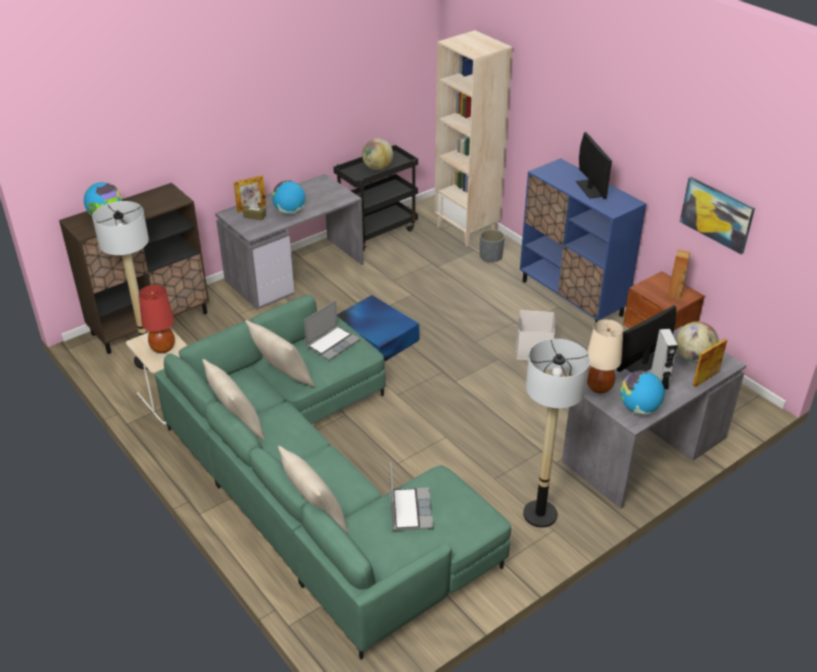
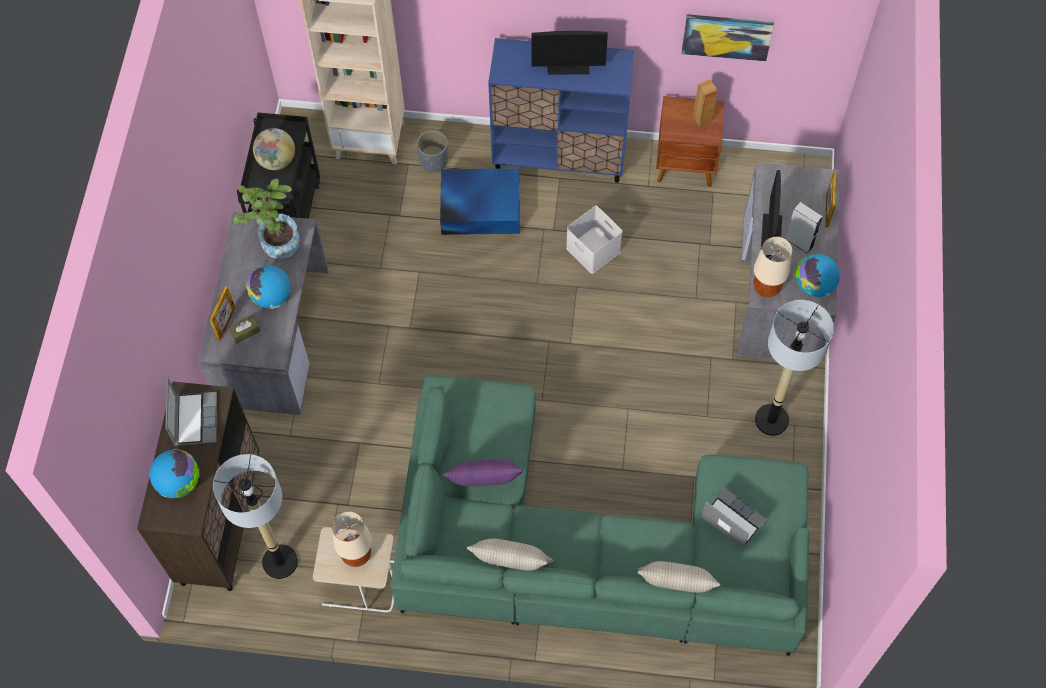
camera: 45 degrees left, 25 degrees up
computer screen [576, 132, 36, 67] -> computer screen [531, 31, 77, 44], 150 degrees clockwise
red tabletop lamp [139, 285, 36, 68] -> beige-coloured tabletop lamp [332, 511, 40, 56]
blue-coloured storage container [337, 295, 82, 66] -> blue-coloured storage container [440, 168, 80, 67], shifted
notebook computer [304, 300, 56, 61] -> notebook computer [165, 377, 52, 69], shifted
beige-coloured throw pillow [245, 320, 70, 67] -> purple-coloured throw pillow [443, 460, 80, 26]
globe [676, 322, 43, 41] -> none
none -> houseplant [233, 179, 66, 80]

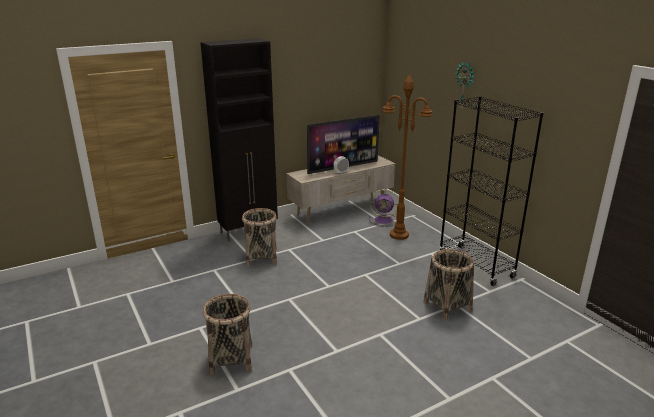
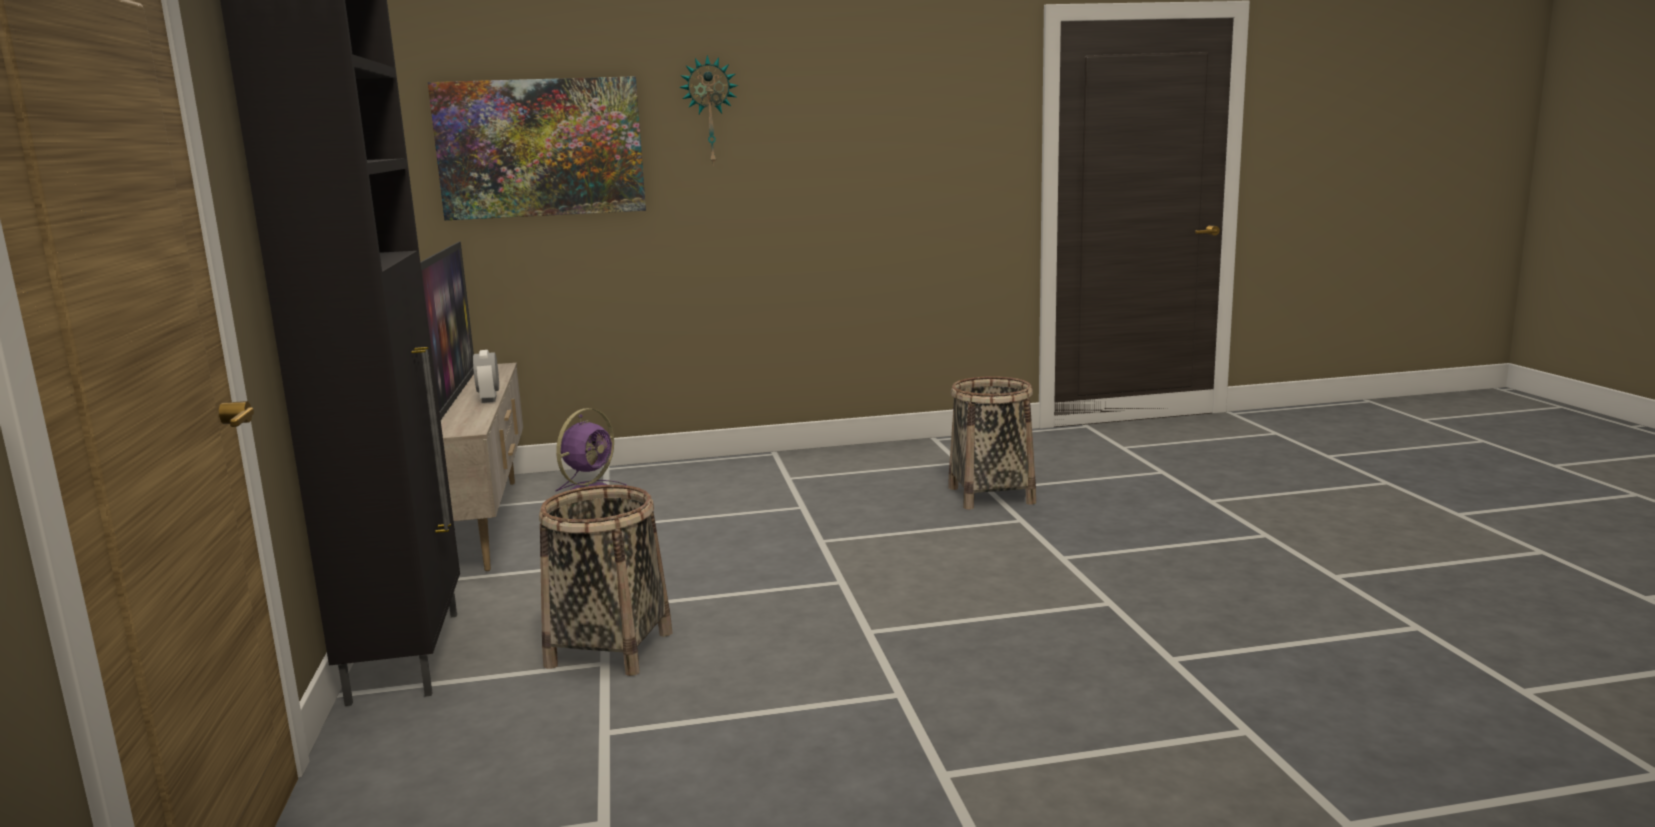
camera: 70 degrees left, 10 degrees down
brown-coloured standing lamp [382, 74, 51, 166] -> none
blackish bookcase [439, 96, 104, 190] -> none
basket [203, 294, 49, 81] -> none
none -> wall picture [428, 76, 218, 144]

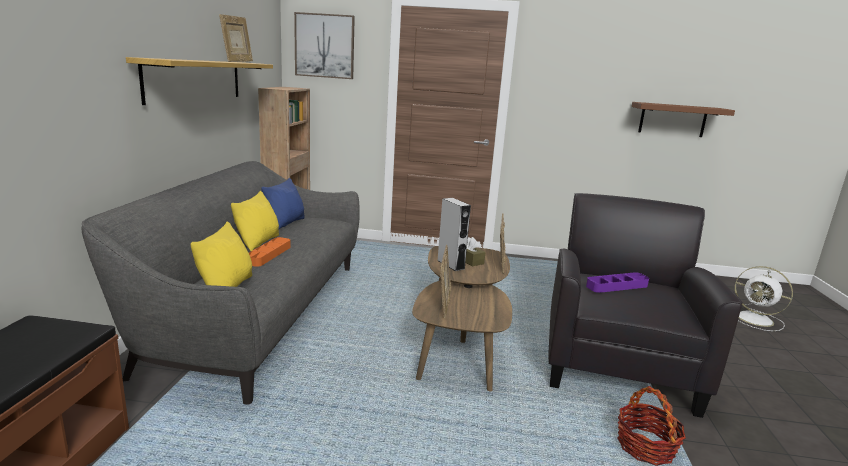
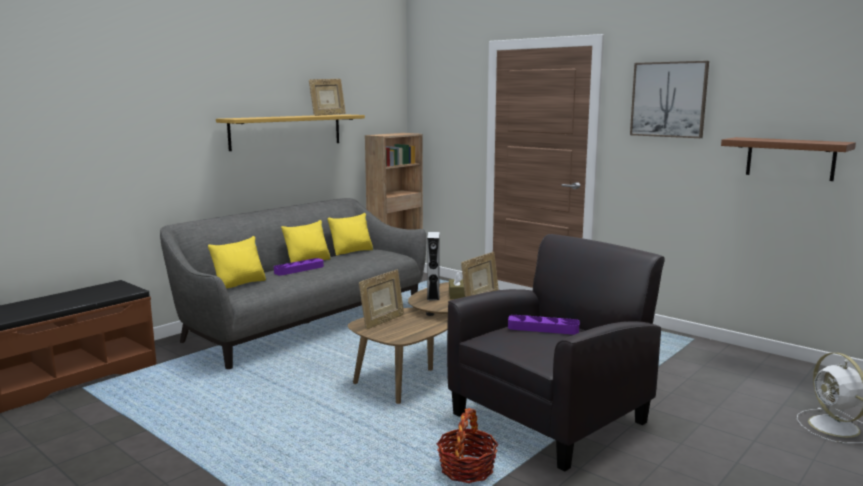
camera: 35 degrees right, 5 degrees down
wall picture [294, 12, 61, 67] -> wall picture [630, 61, 79, 77], shifted
blue-coloured throw pillow [261, 178, 44, 51] -> yellow throw pillow [327, 213, 47, 42]
orangey serving tray [249, 237, 42, 30] -> purple-coloured serving tray [274, 258, 50, 18]

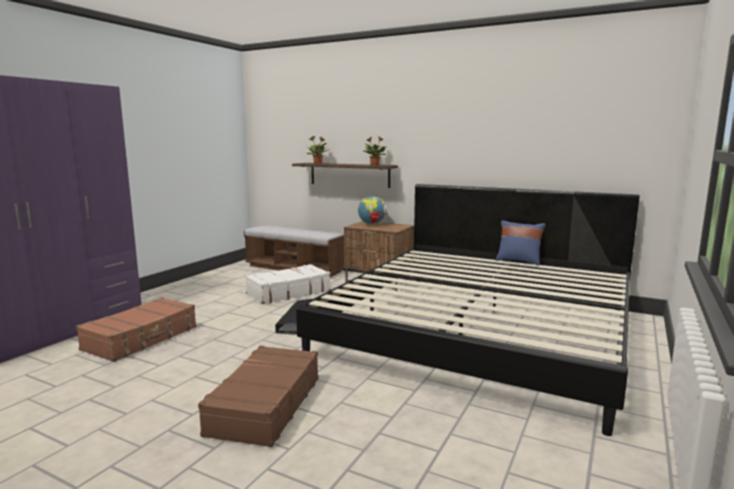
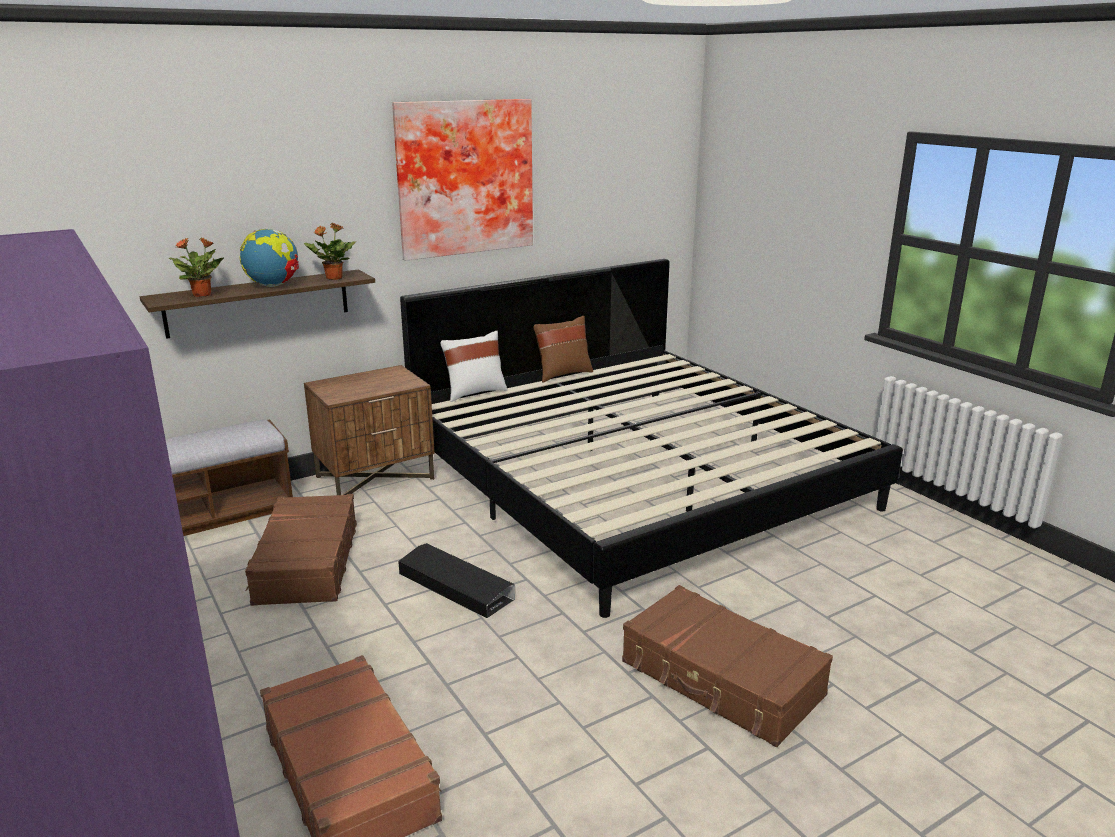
camera: 60 degrees left, 10 degrees up
globe [358, 196, 29, 29] -> globe [239, 229, 60, 58], shifted
blue-coloured throw pillow [495, 220, 51, 46] -> brown-coloured throw pillow [534, 316, 59, 66]
white-coloured travel case [245, 264, 86, 40] -> brown-coloured travel case [245, 494, 112, 112]
none -> wall picture [392, 99, 141, 162]
none -> white-coloured throw pillow [440, 331, 67, 71]

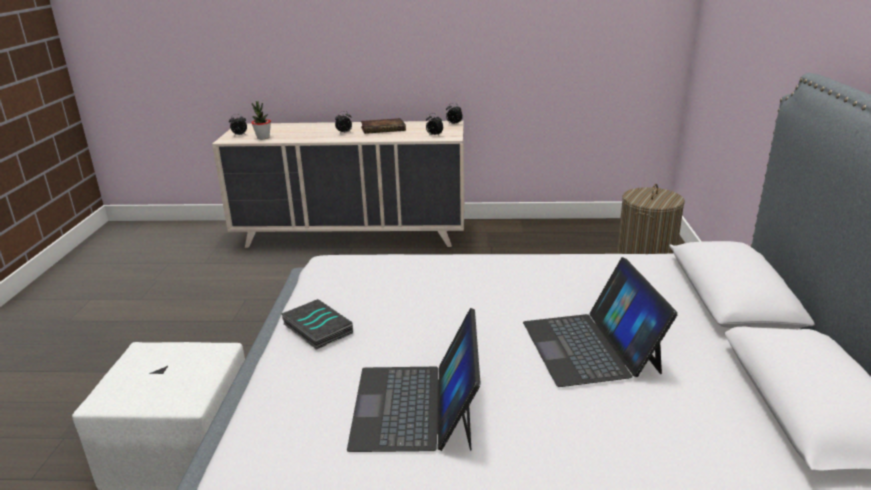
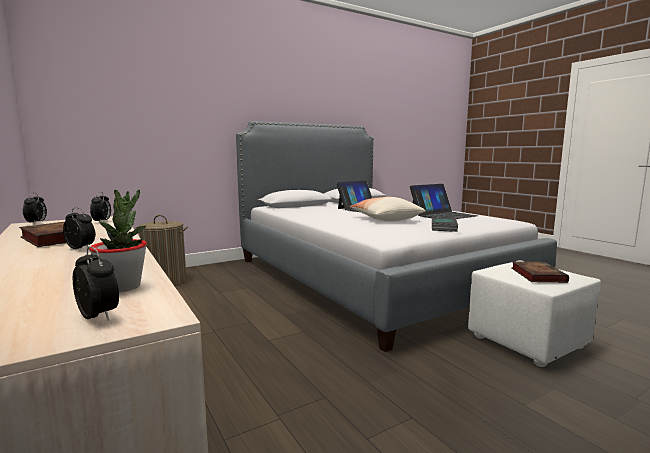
camera: 125 degrees left, 15 degrees down
none -> throw pillow [350, 197, 76, 24]
none -> bound book [512, 261, 57, 22]

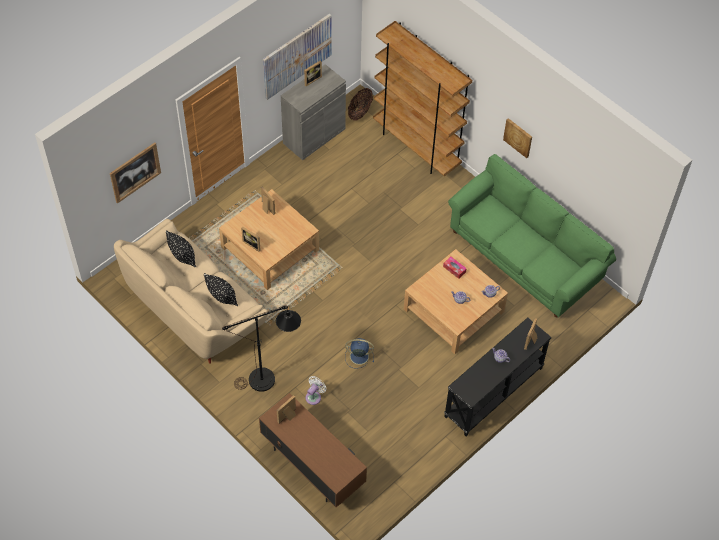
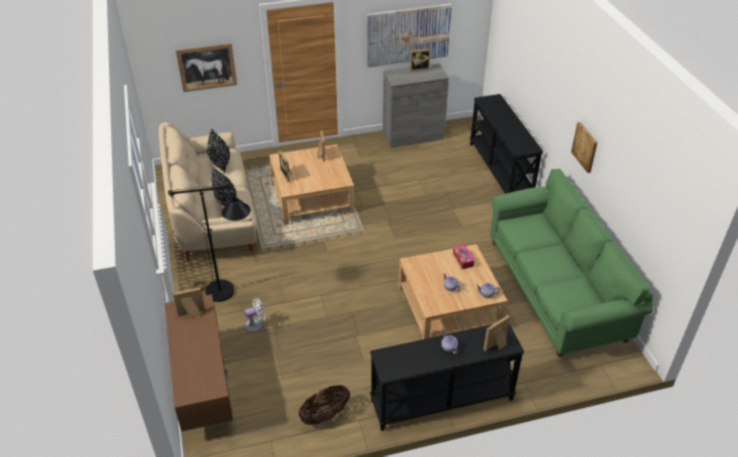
camera: 30 degrees right, 15 degrees down
brown-coloured bookcase [373, 21, 99, 155] -> blackish console table [470, 94, 73, 100]
basket [348, 88, 25, 33] -> basket [299, 385, 51, 40], shifted
blue-coloured electric fan [345, 338, 29, 31] -> none

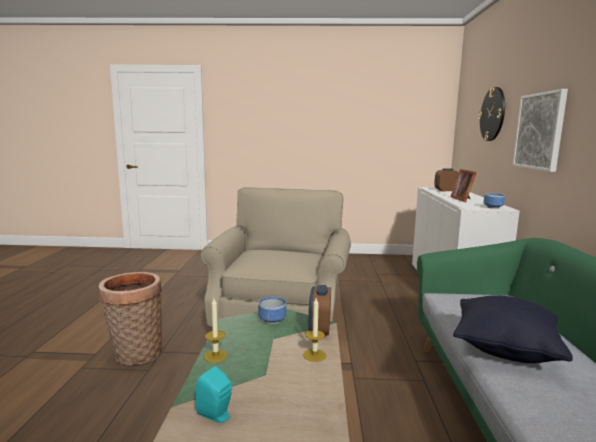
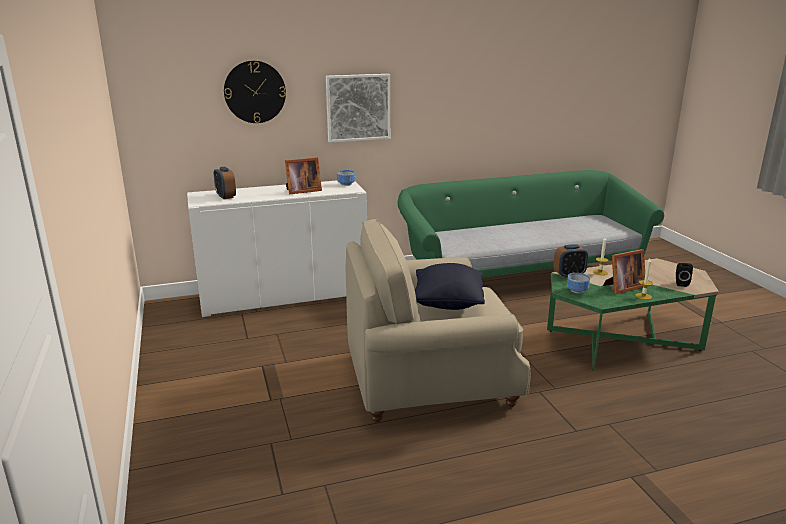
camera: 110 degrees left, 10 degrees up
basket [99, 272, 63, 93] -> none
blackish throw pillow [453, 296, 120, 67] -> blackish throw pillow [415, 263, 70, 47], shifted
turquoise-coloured audio speaker [195, 366, 37, 57] -> blackish audio speaker [676, 263, 17, 24]
none -> photo frame [603, 249, 42, 45]

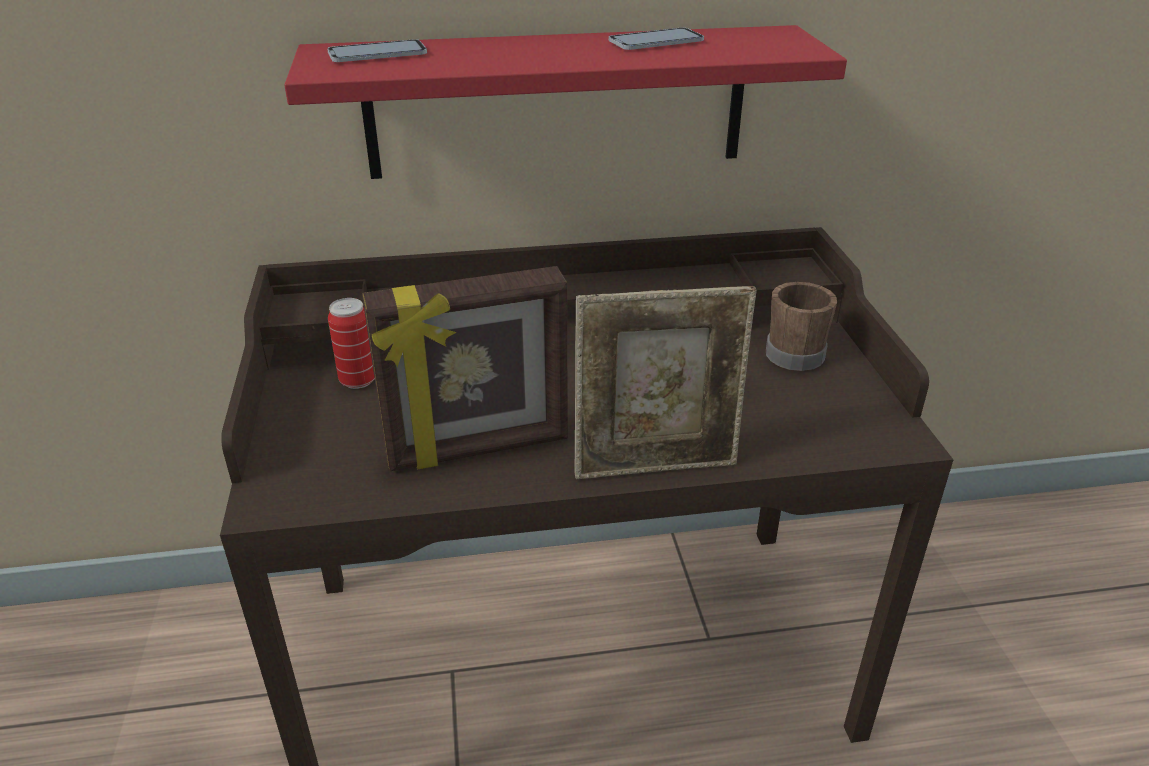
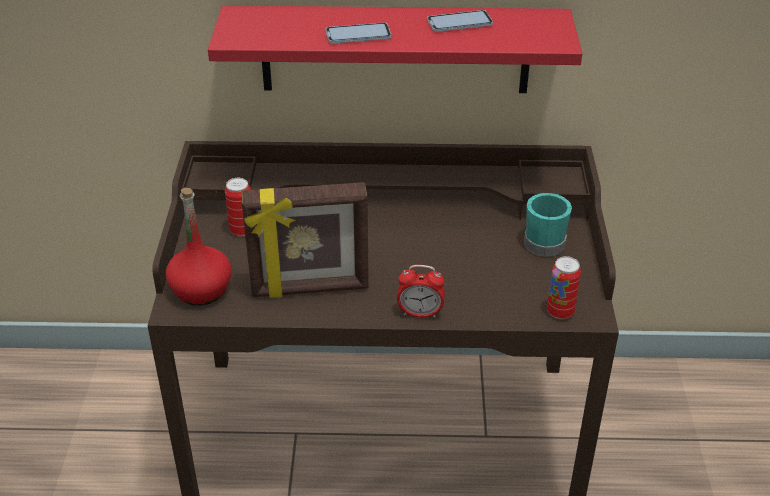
camera: 10 degrees right, 5 degrees up
phone [327, 39, 100, 23] -> phone [326, 22, 65, 21], shifted
brown-coloured tea mug [766, 282, 71, 89] -> turquoise-coloured tea mug [524, 193, 48, 64]
photo frame [575, 286, 182, 193] -> bedside clock [397, 265, 48, 53]
none -> red bottle [166, 188, 66, 118]
none -> can [547, 256, 34, 63]

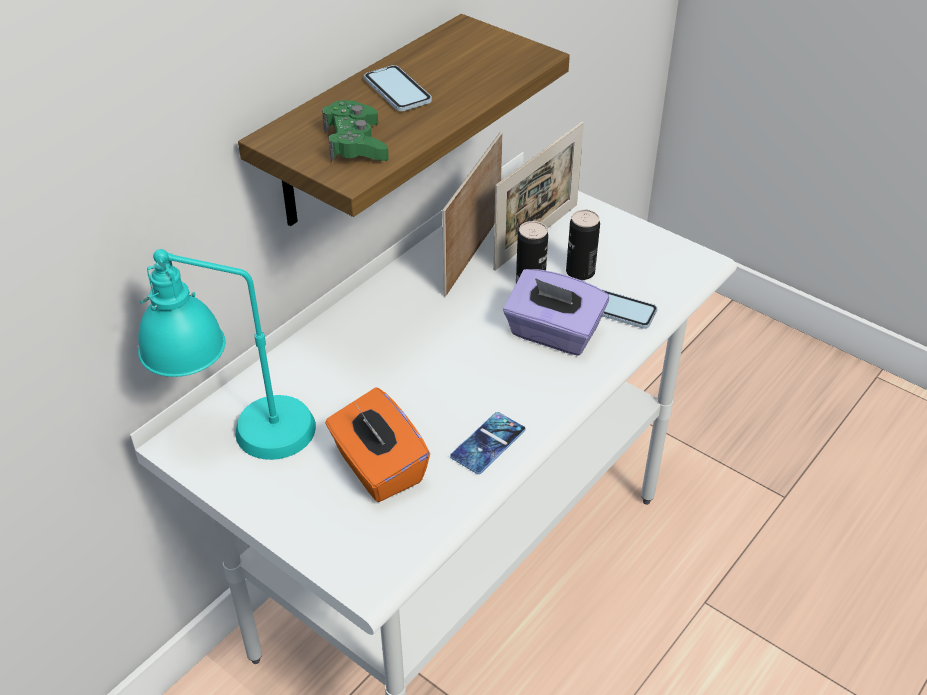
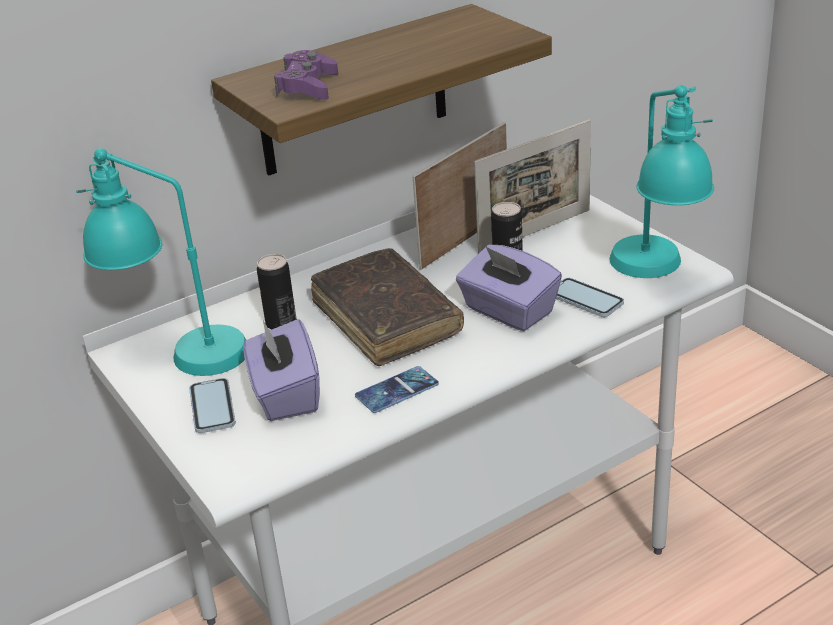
camera: 20 degrees right, 10 degrees down
phone [364, 65, 68, 46] -> phone [189, 378, 47, 55], shifted
greenish gamepad [322, 100, 67, 62] -> purple-coloured gamepad [274, 50, 64, 50]
can [566, 210, 34, 70] -> can [257, 254, 39, 75], shifted
orangey tissue box [325, 388, 105, 114] -> purple-coloured tissue box [243, 319, 77, 102]
none -> turquoise-coloured tabletop lamp [609, 85, 105, 193]
none -> brown-coloured bound book [311, 248, 153, 118]

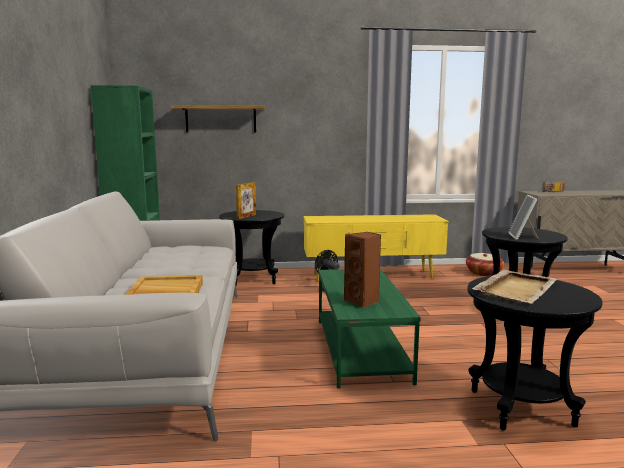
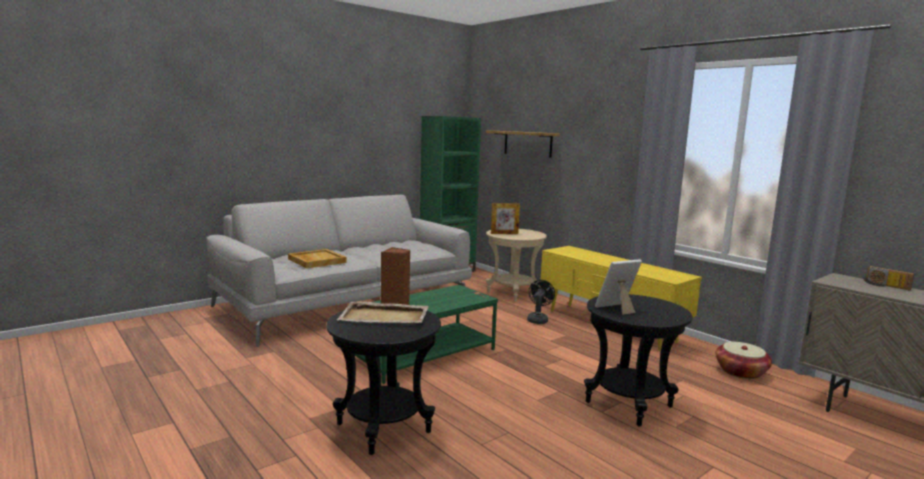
camera: 55 degrees right, 0 degrees up
blackish accent table [219, 210, 66, 76] -> beige-coloured accent table [486, 229, 61, 73]

